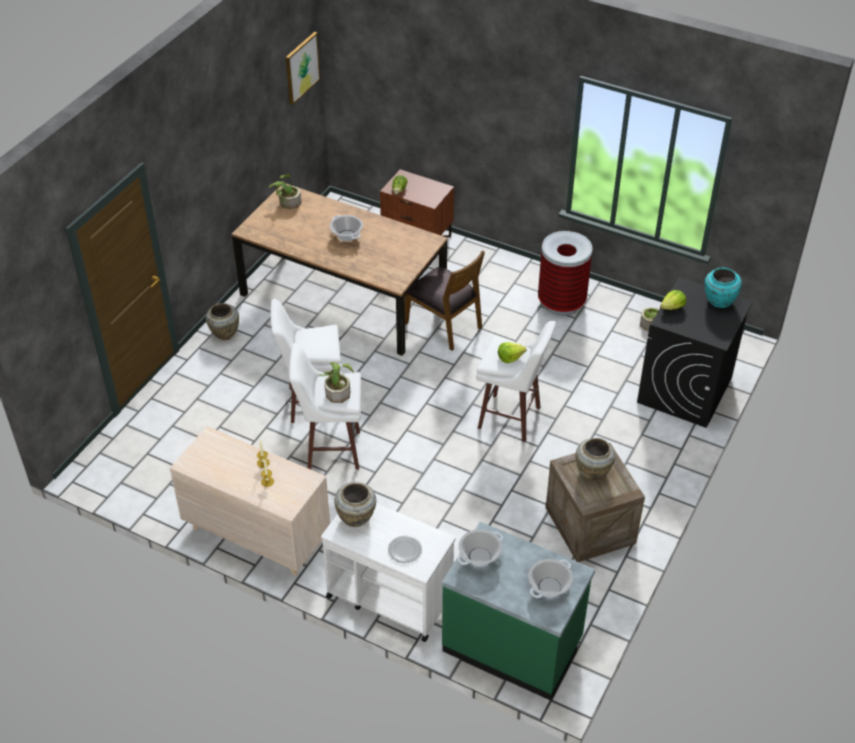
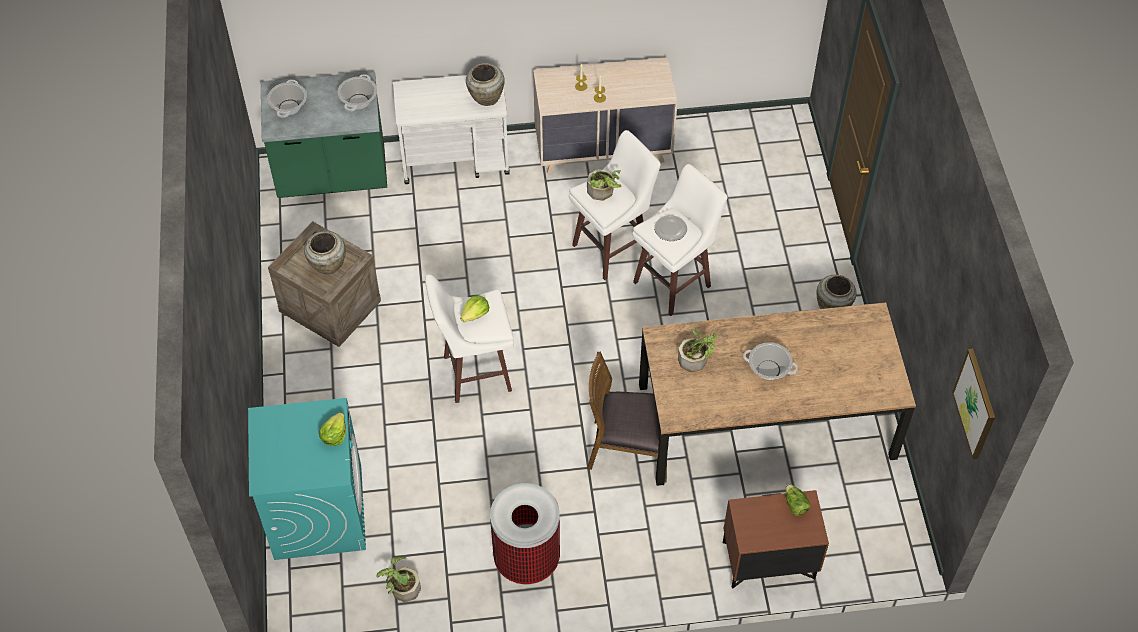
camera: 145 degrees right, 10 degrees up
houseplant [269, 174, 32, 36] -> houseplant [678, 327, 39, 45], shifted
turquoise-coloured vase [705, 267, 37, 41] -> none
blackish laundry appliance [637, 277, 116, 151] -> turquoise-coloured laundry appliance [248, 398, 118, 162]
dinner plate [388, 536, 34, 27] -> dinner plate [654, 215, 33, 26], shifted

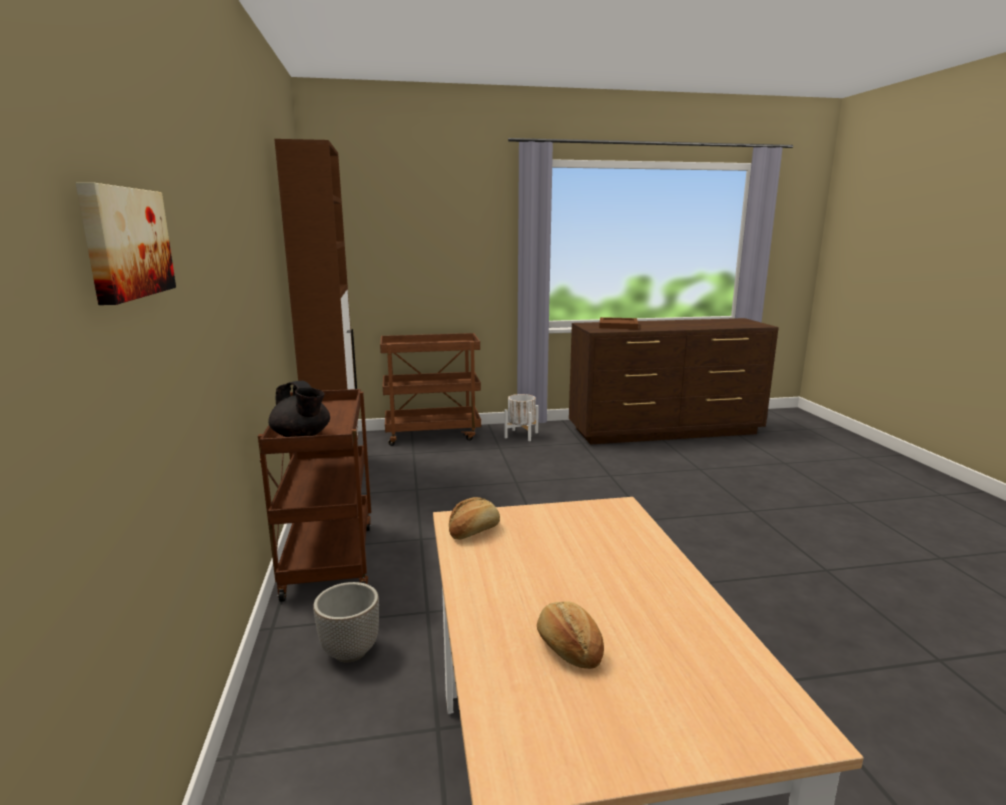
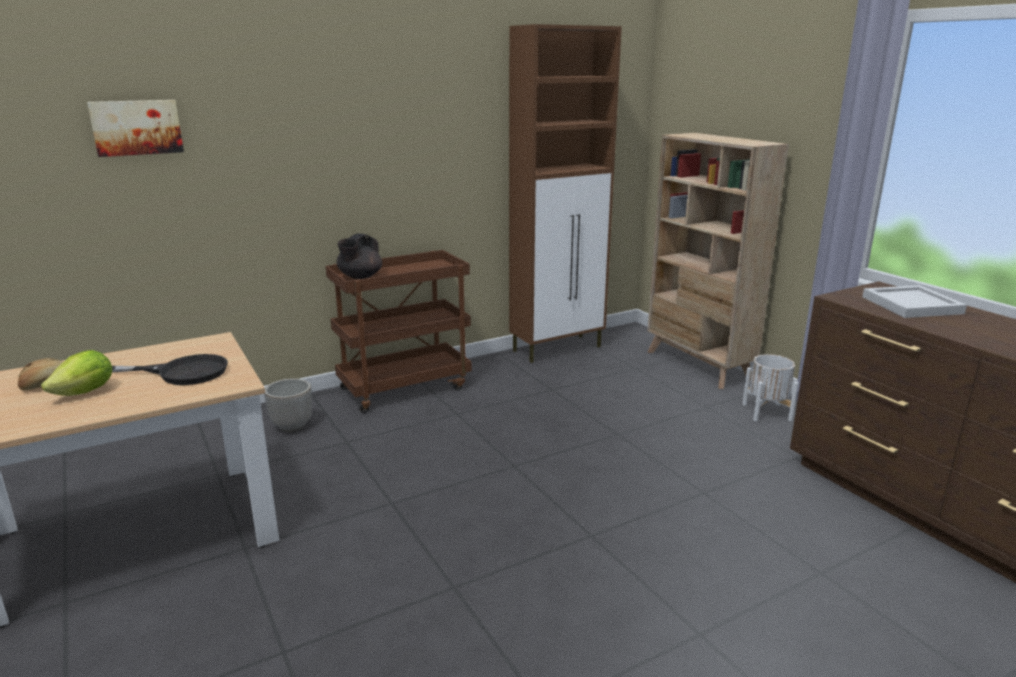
camera: 70 degrees right, 5 degrees up
brown-coloured serving tray [599, 317, 39, 12] -> white-coloured serving tray [862, 285, 105, 33]
brown-coloured wheeled cart [380, 333, 101, 113] -> beige-coloured bookcase [648, 133, 141, 256]
bread [449, 497, 51, 42] -> none
none -> head of lettuce [41, 350, 71, 46]
none -> blackish pan [112, 354, 116, 31]

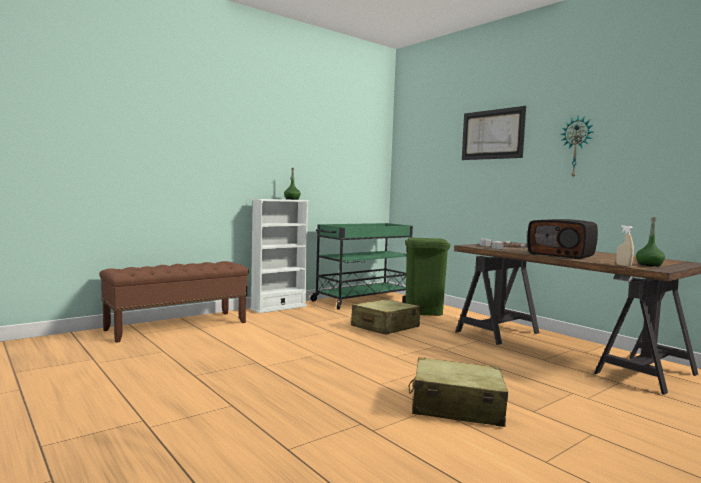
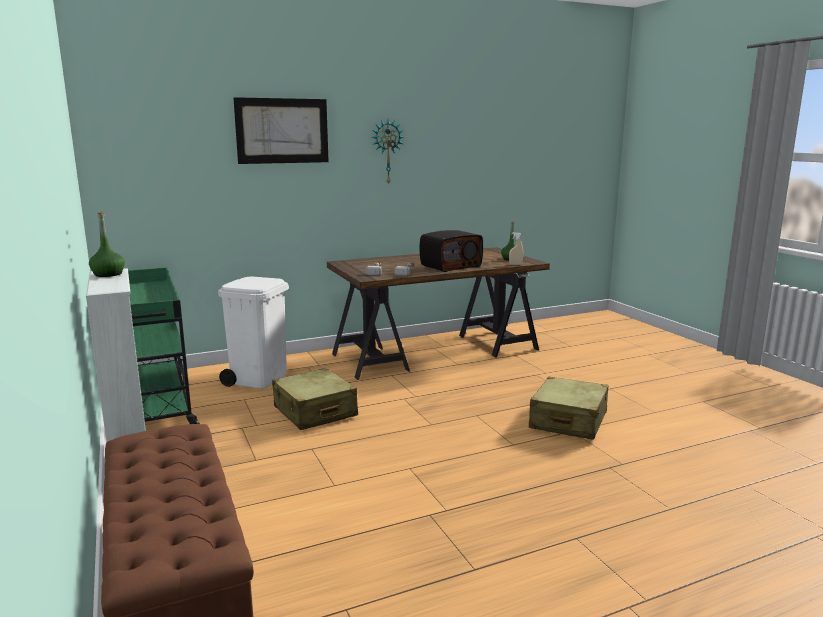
camera: 75 degrees left, 10 degrees up
greenish waste bin [403, 238, 47, 78] -> white-coloured waste bin [218, 277, 71, 112]

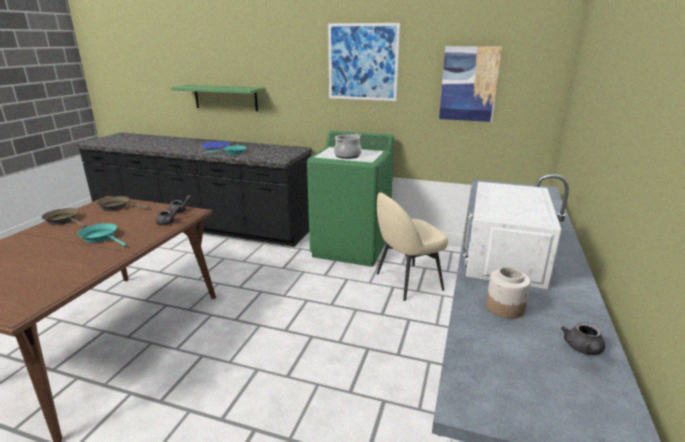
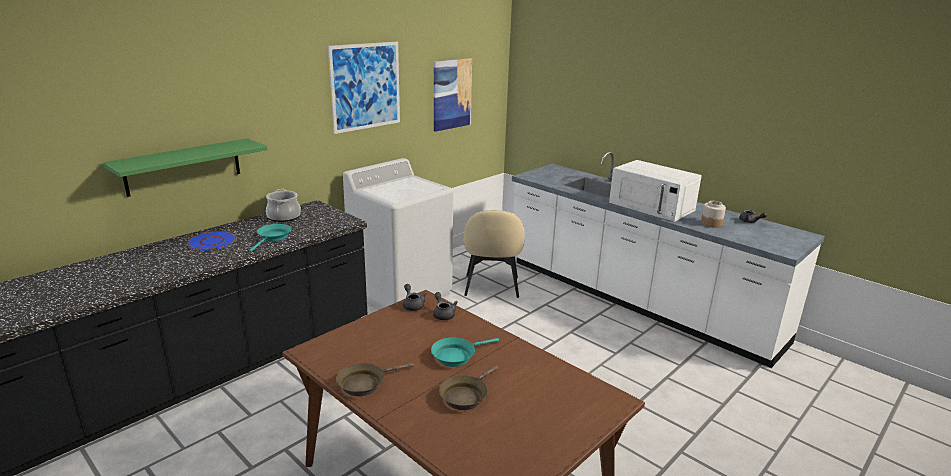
camera: 65 degrees left, 0 degrees up
greenish laundry appliance [307, 131, 87, 136] -> white-coloured laundry appliance [343, 158, 110, 151]
stockpot [334, 134, 28, 25] -> stockpot [266, 189, 35, 33], shifted
brown-coloured pan [96, 196, 53, 15] -> brown-coloured pan [439, 366, 59, 44], shifted

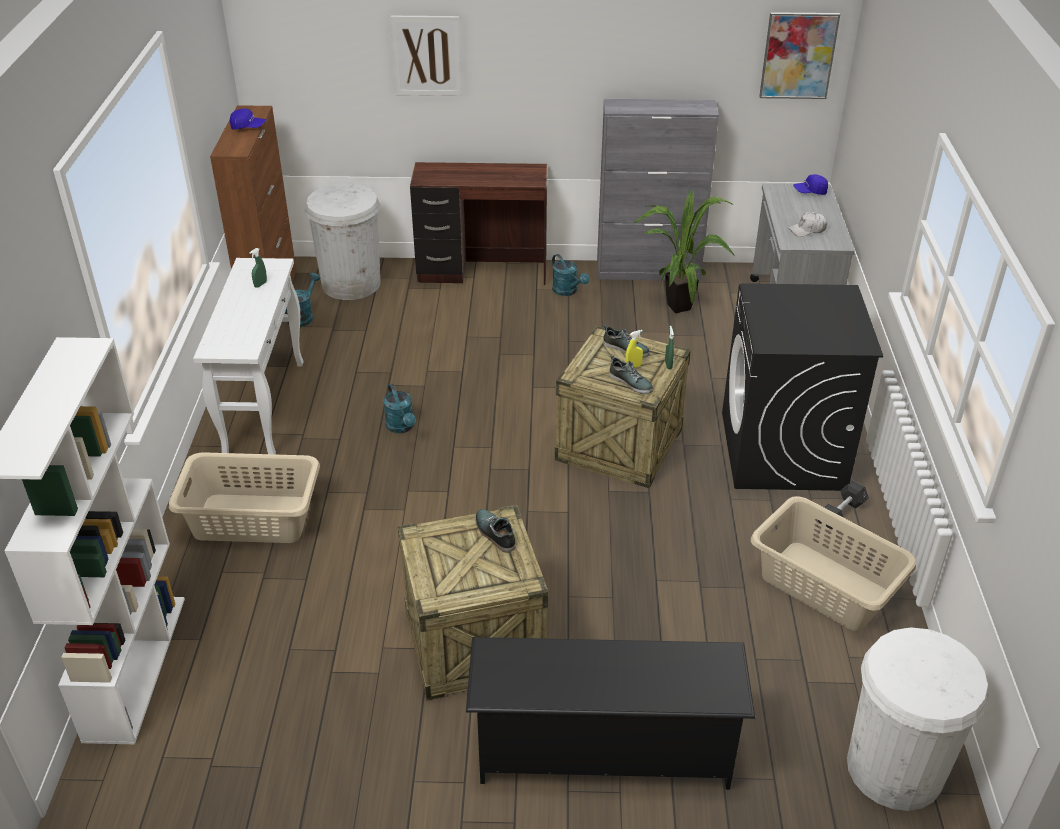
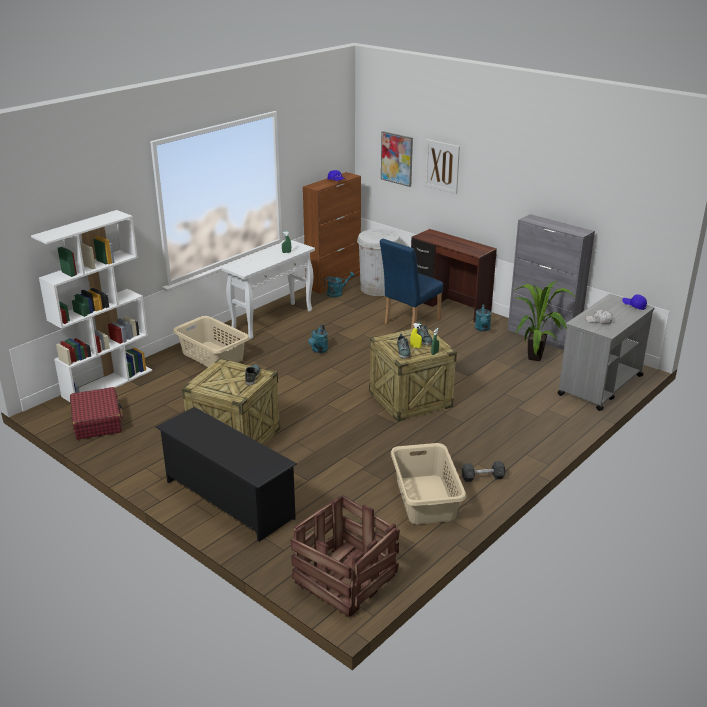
camera: 40 degrees right, 10 degrees down
wall picture [759, 12, 81, 87] -> wall picture [381, 131, 32, 56], shifted
blackish laundry appliance [722, 283, 161, 208] -> none
white-coloured waste bin [847, 628, 142, 183] -> shipping crate [291, 495, 109, 122]
none -> blue-coloured chair [380, 239, 63, 90]
none -> red travel case [70, 387, 53, 53]

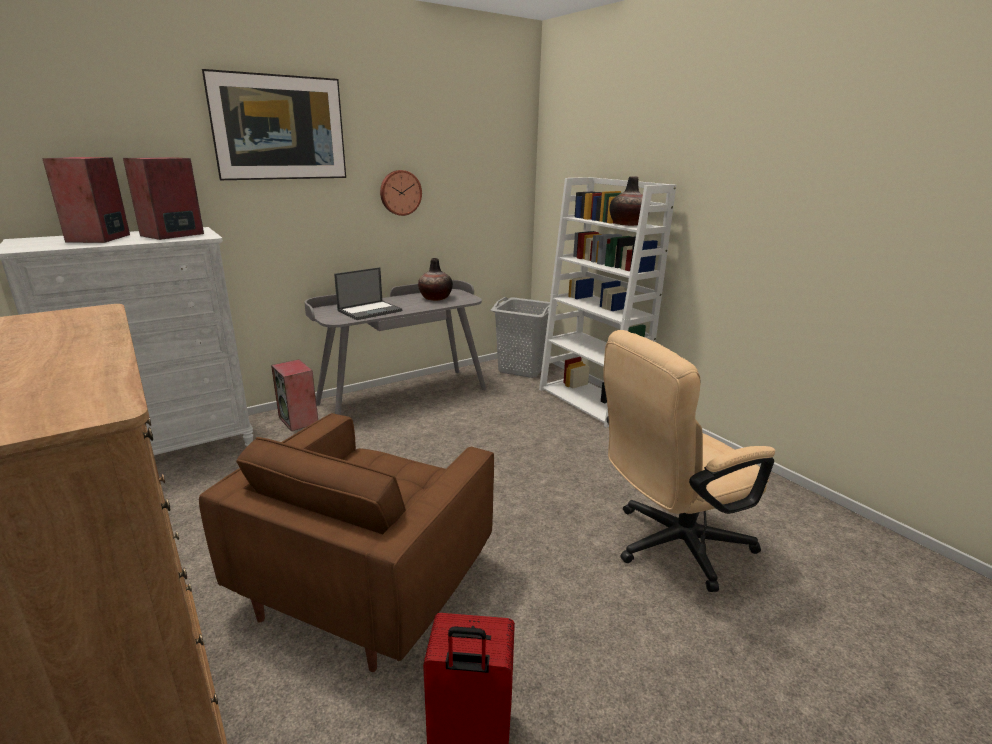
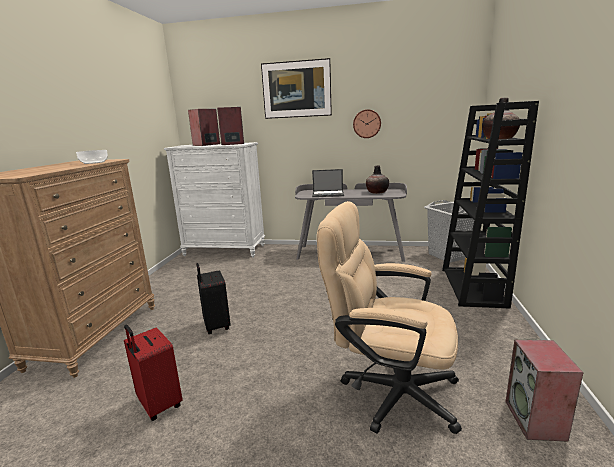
camera: 45 degrees right, 5 degrees down
white-coloured bookcase [539, 177, 137, 251] -> blackish bookcase [442, 101, 97, 208]
audio speaker [271, 359, 47, 72] -> audio speaker [505, 340, 79, 102], shifted
brown-coloured armchair [199, 413, 295, 259] -> blackish travel case [196, 263, 35, 71]
none -> bowl [76, 150, 32, 14]

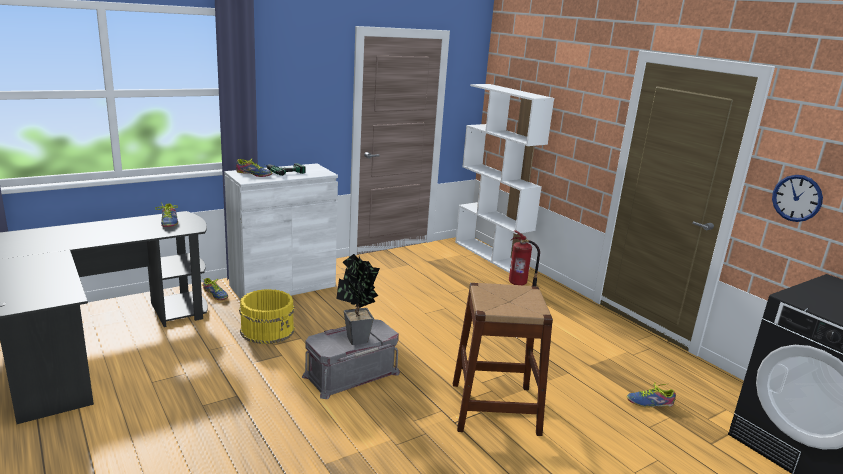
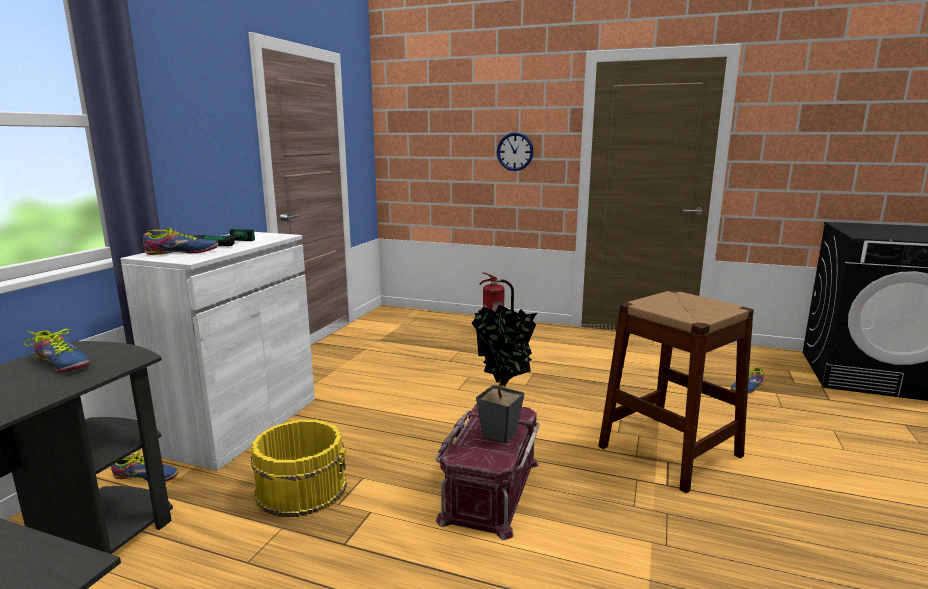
camera: 35 degrees left, 5 degrees down
white-coloured bookcase [455, 84, 99, 189] -> none
clock on the wall [772, 175, 51, 47] -> clock on the wall [497, 132, 37, 39], shifted
greyish storage container [302, 319, 98, 80] -> red storage container [436, 404, 104, 136]

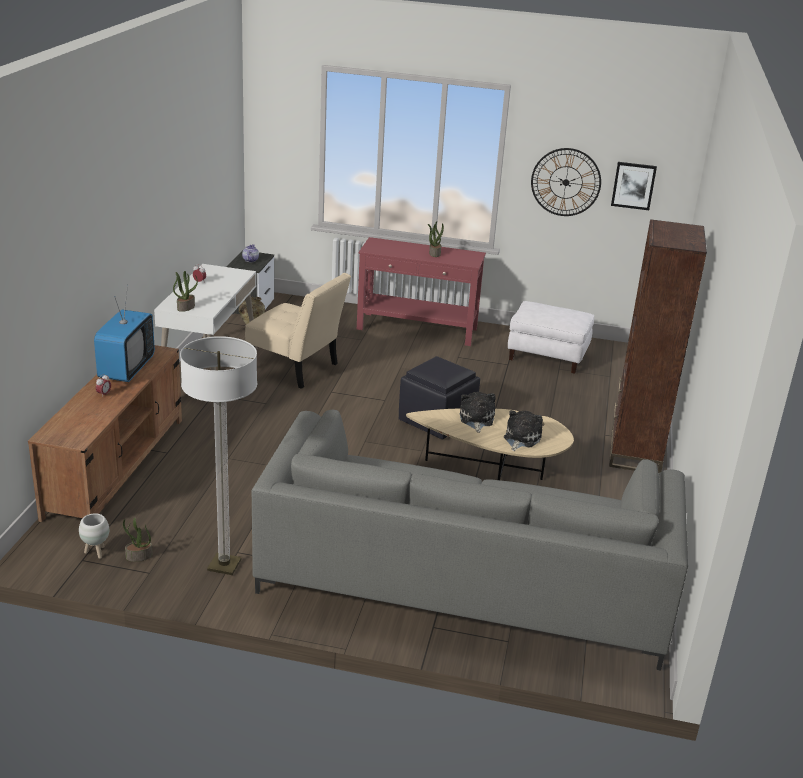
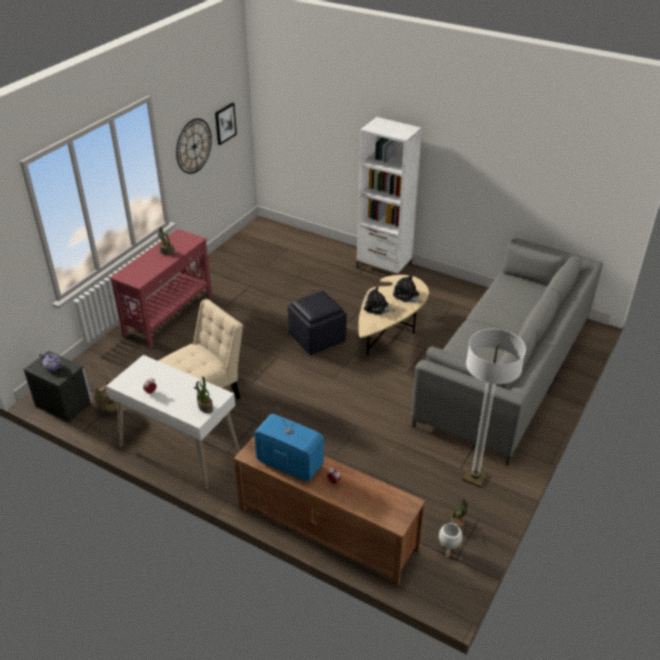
camera: 70 degrees left, 10 degrees up
brown-coloured bookcase [609, 219, 98, 255] -> white-coloured bookcase [356, 117, 66, 160]
white-coloured footrest [508, 301, 86, 73] -> none

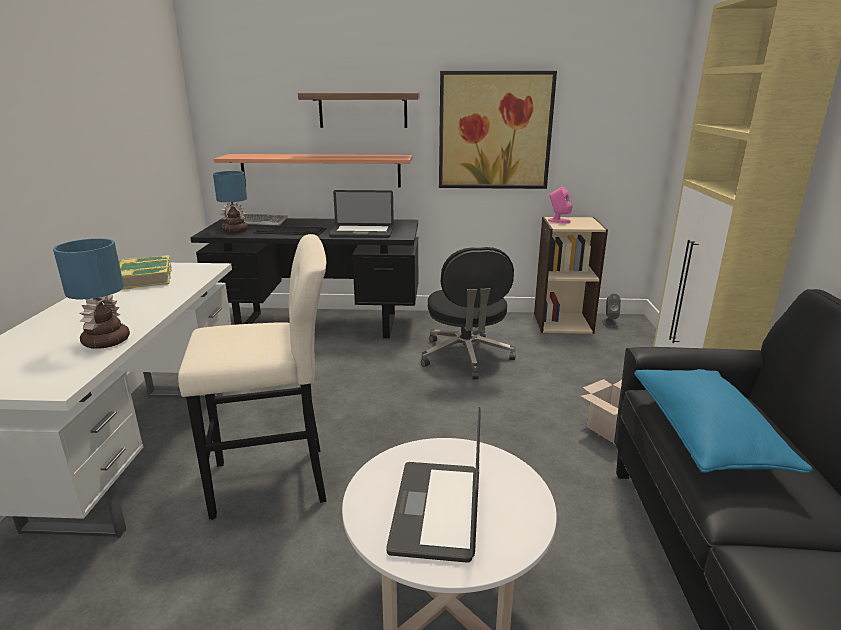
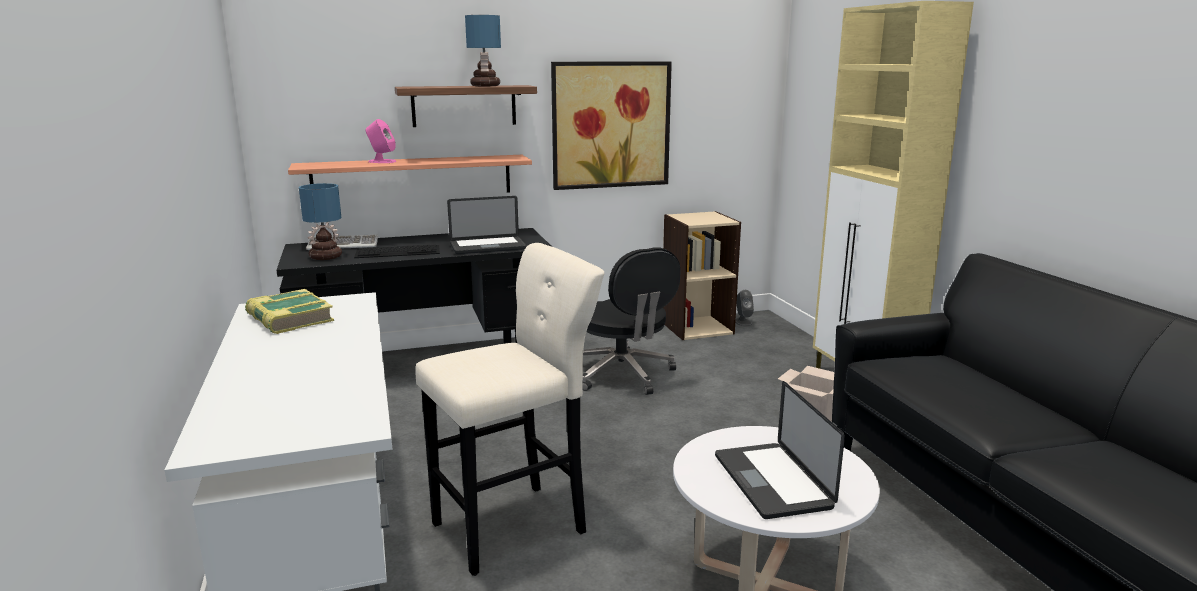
camera: 20 degrees left, 5 degrees down
pink-coloured audio speaker [548, 187, 25, 37] -> pink-coloured audio speaker [366, 119, 30, 44], shifted
tabletop lamp [53, 238, 77, 111] -> tabletop lamp [465, 15, 36, 71], shifted
blue-coloured throw pillow [634, 369, 179, 104] -> none

